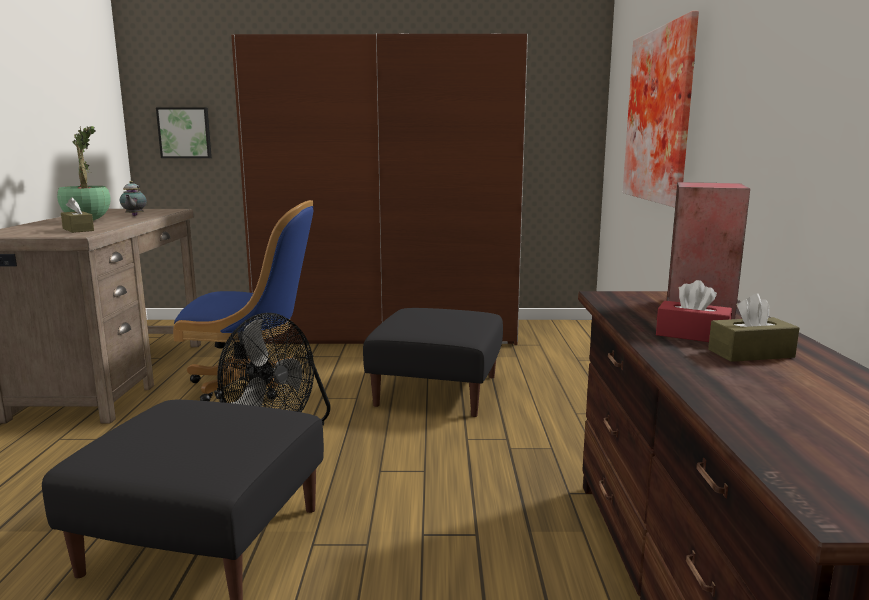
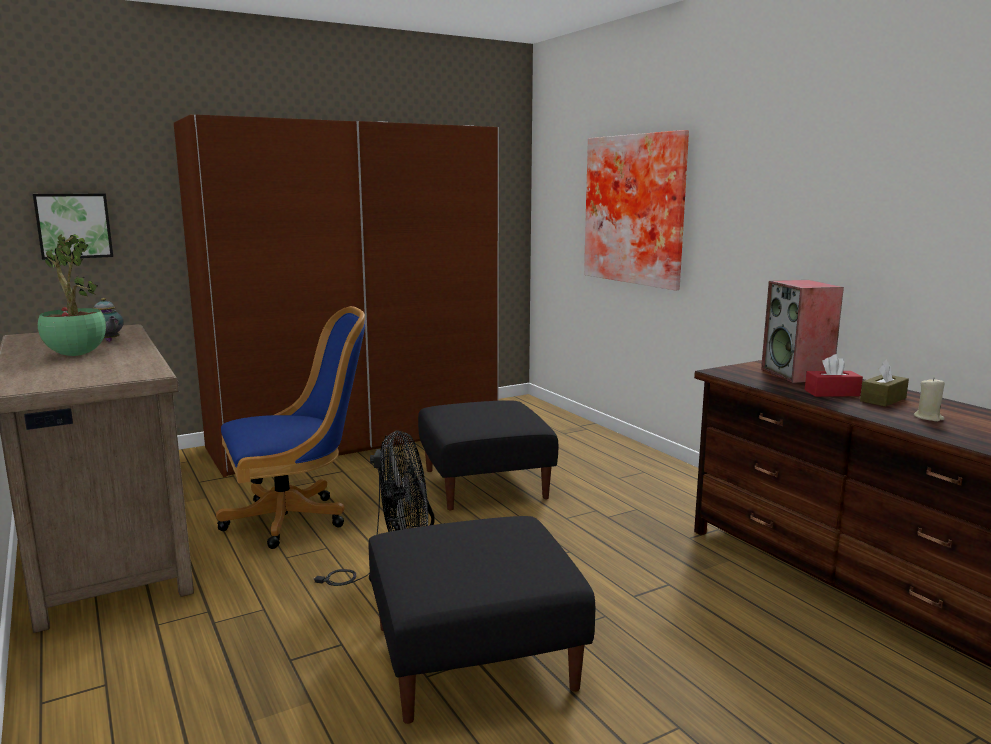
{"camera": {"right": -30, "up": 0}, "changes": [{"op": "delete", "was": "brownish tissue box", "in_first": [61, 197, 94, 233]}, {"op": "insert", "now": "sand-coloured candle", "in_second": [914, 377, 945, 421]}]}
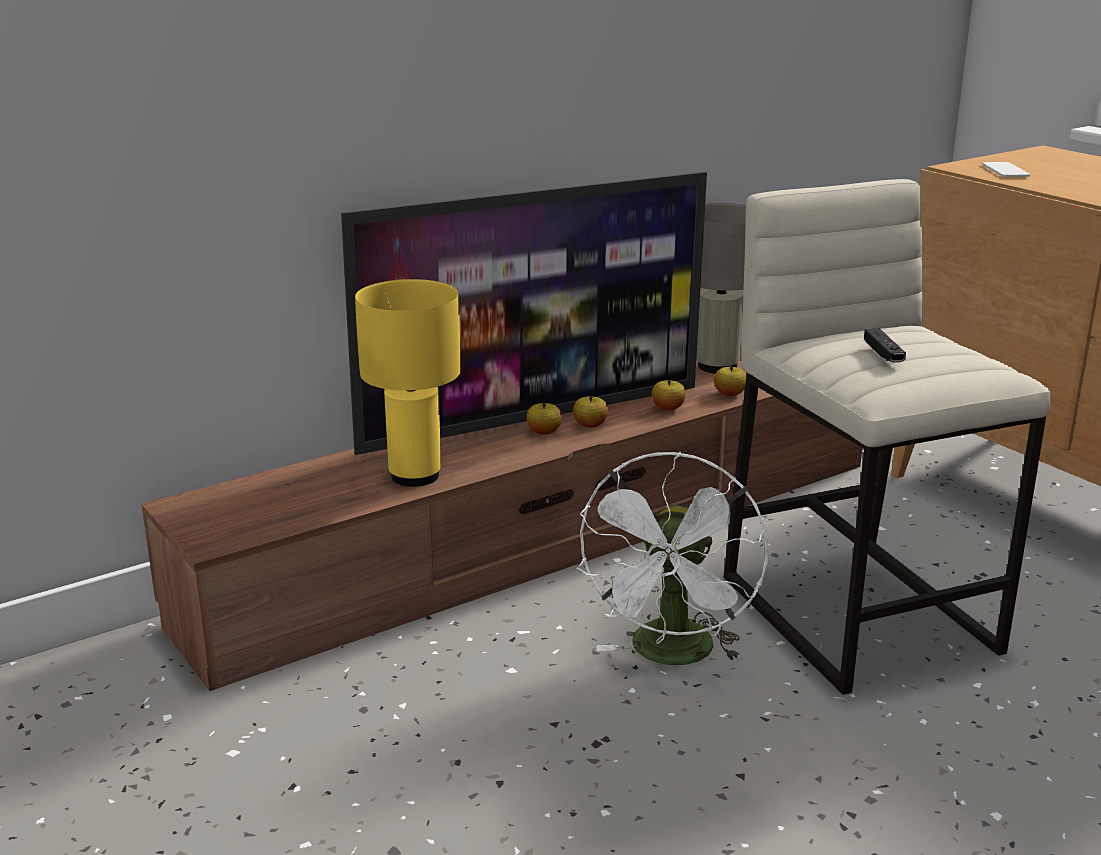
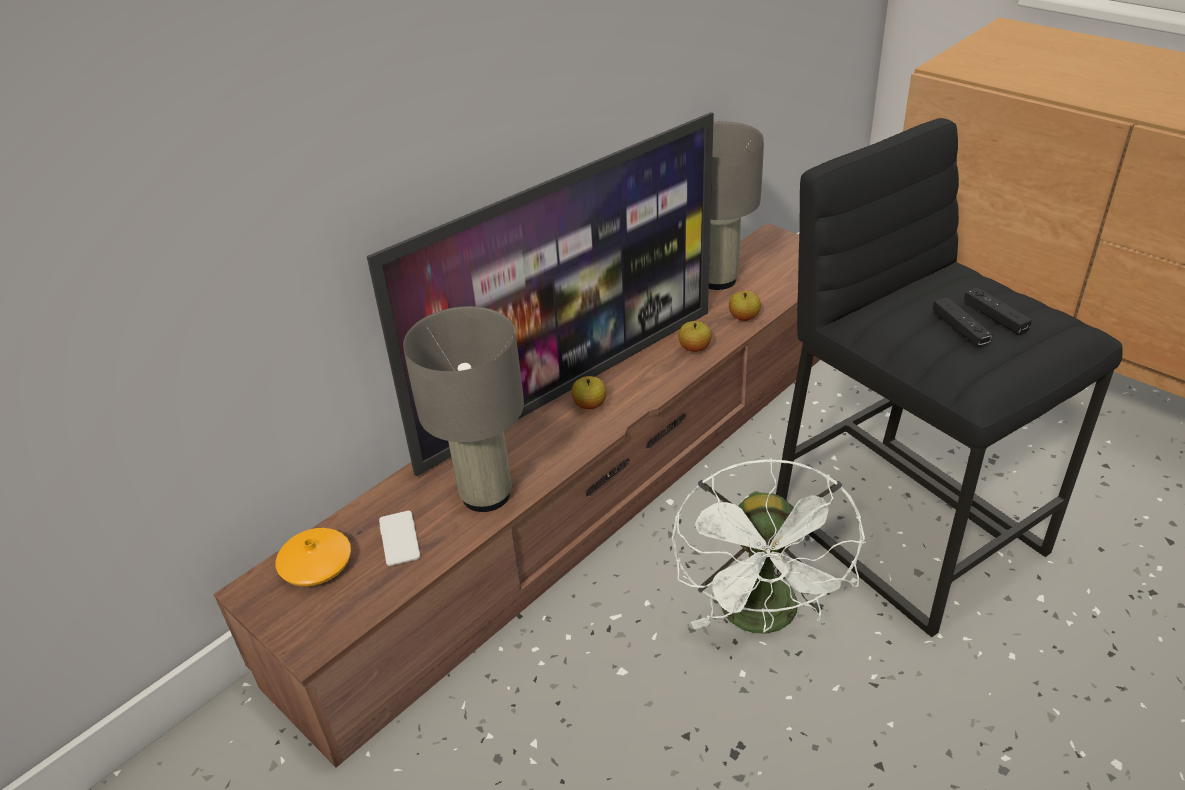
{"camera": {"right": -10, "up": 15}, "changes": [{"op": "delete", "was": "apple fruit", "in_first": [573, 396, 608, 427]}, {"op": "insert", "now": "orange-coloured flower vase", "in_second": [276, 528, 351, 587]}, {"op": "insert", "now": "blackish game controller", "in_second": [964, 287, 1032, 335]}, {"op": "move", "was": "telephone", "in_first": [982, 162, 1030, 177], "in_second": [379, 511, 420, 566]}, {"op": "recolor", "was": "yellow tabletop lamp", "now": "greyish tabletop lamp", "in_first": [355, 279, 461, 487], "in_second": [403, 306, 524, 512]}, {"op": "recolor", "was": "sand-coloured sitting stool", "now": "blackish sitting stool", "in_first": [724, 179, 1051, 695], "in_second": [776, 118, 1123, 637]}]}
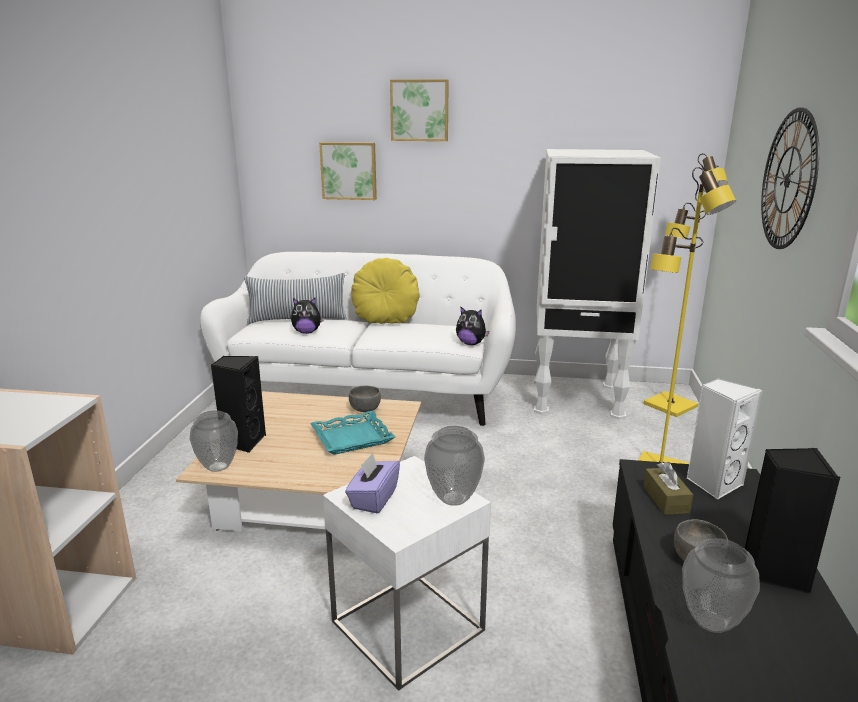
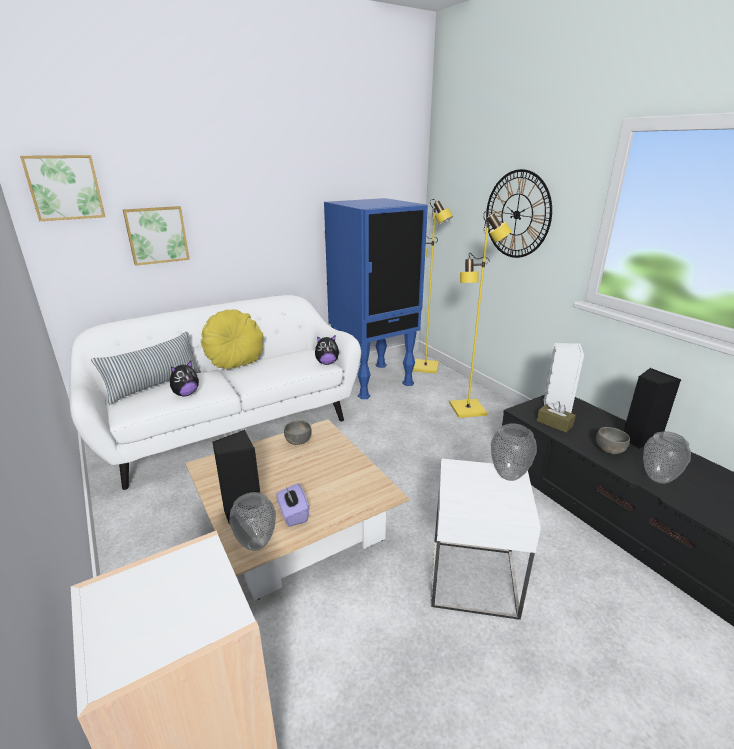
{"camera": {"right": -40, "up": 5}, "changes": [{"op": "delete", "was": "turquoise serving tray", "in_first": [310, 411, 395, 455]}, {"op": "move", "was": "purplish tissue box", "in_first": [345, 453, 400, 513], "in_second": [276, 483, 309, 527]}, {"op": "move", "was": "wall picture", "in_first": [390, 79, 449, 141], "in_second": [20, 155, 105, 221]}, {"op": "recolor", "was": "white-coloured cupboard", "now": "bluish cupboard", "in_first": [534, 149, 661, 420], "in_second": [324, 198, 428, 399]}]}
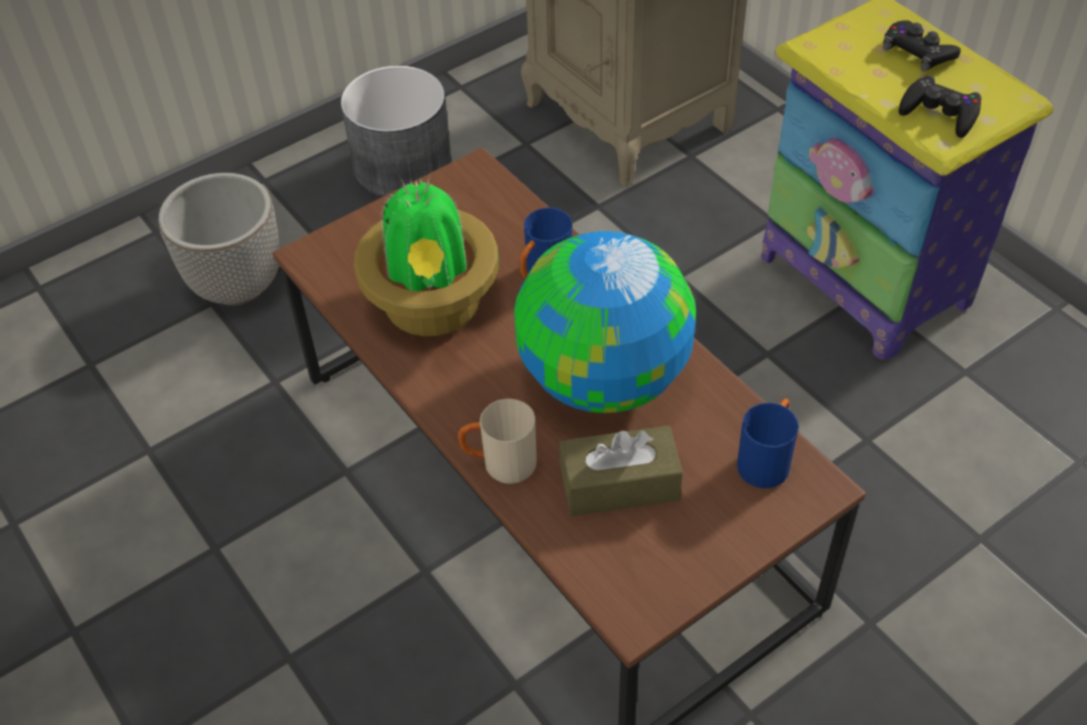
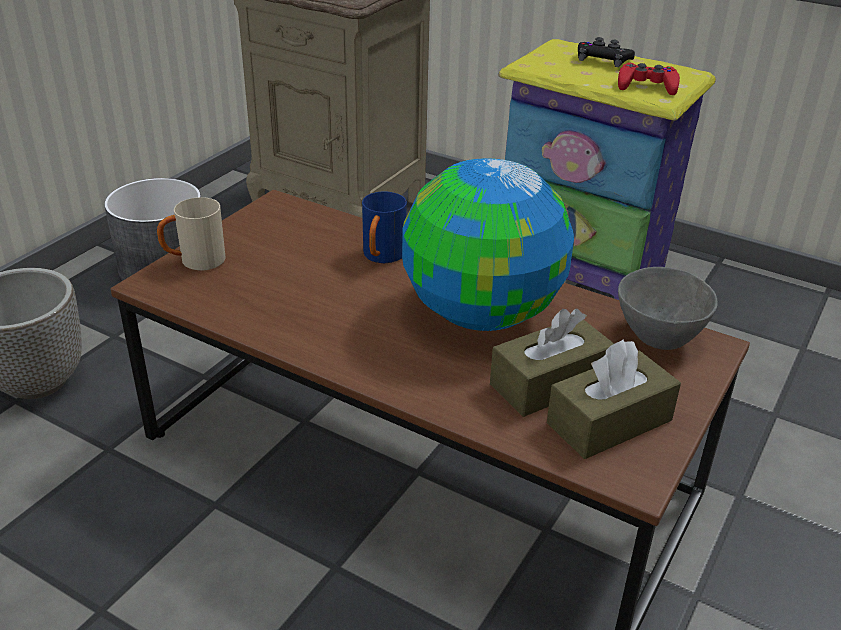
{"camera": {"right": -25, "up": -15}, "changes": [{"op": "delete", "was": "plant in a pot", "in_first": [354, 175, 498, 336]}, {"op": "insert", "now": "brownish tissue box", "in_second": [547, 340, 681, 459]}, {"op": "move", "was": "sand-coloured tea mug", "in_first": [458, 399, 537, 484], "in_second": [157, 197, 225, 271]}, {"op": "replace", "was": "bluish tea mug", "now": "greyish bowl", "in_first": [737, 399, 799, 488], "in_second": [618, 267, 717, 350]}, {"op": "recolor", "was": "blackish game controller", "now": "reddish game controller", "in_first": [898, 75, 981, 138], "in_second": [618, 63, 680, 95]}]}
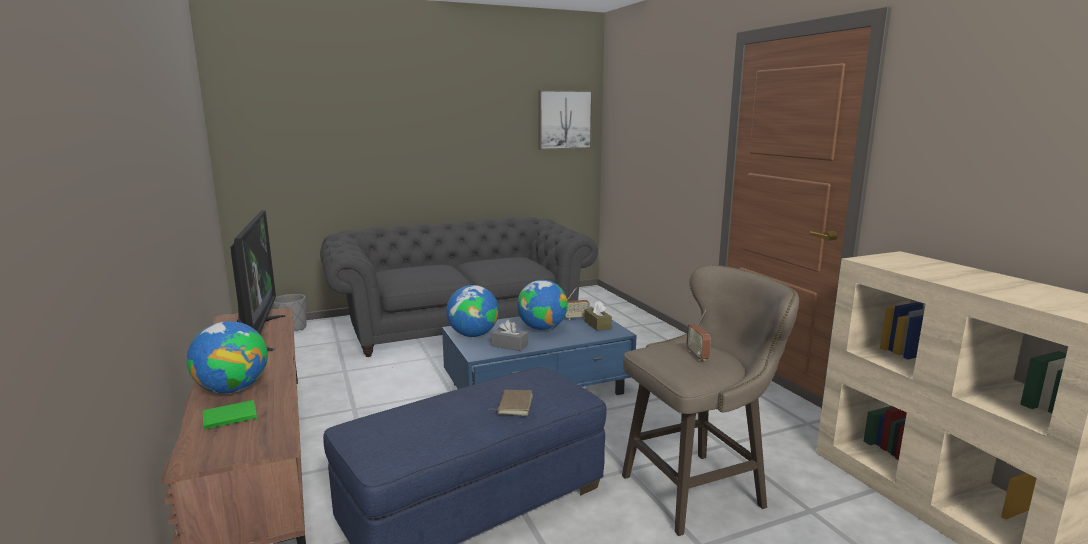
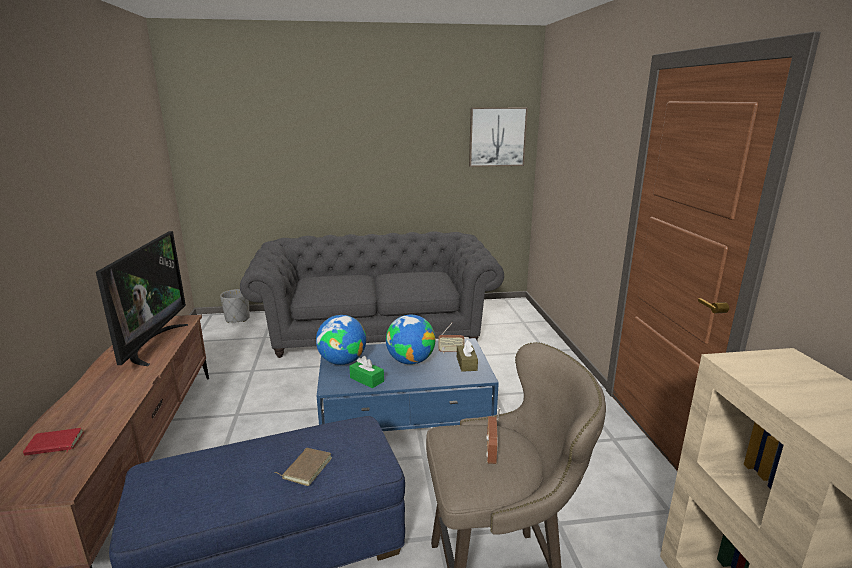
{"camera": {"right": 15, "up": 5}, "changes": [{"op": "delete", "was": "desk globe", "in_first": [187, 321, 268, 394]}, {"op": "recolor", "was": "greenish volume", "now": "reddish volume", "in_first": [203, 400, 258, 430], "in_second": [23, 428, 84, 456]}, {"op": "recolor", "was": "greyish tissue box", "now": "greenish tissue box", "in_first": [491, 320, 528, 351], "in_second": [349, 356, 384, 388]}]}
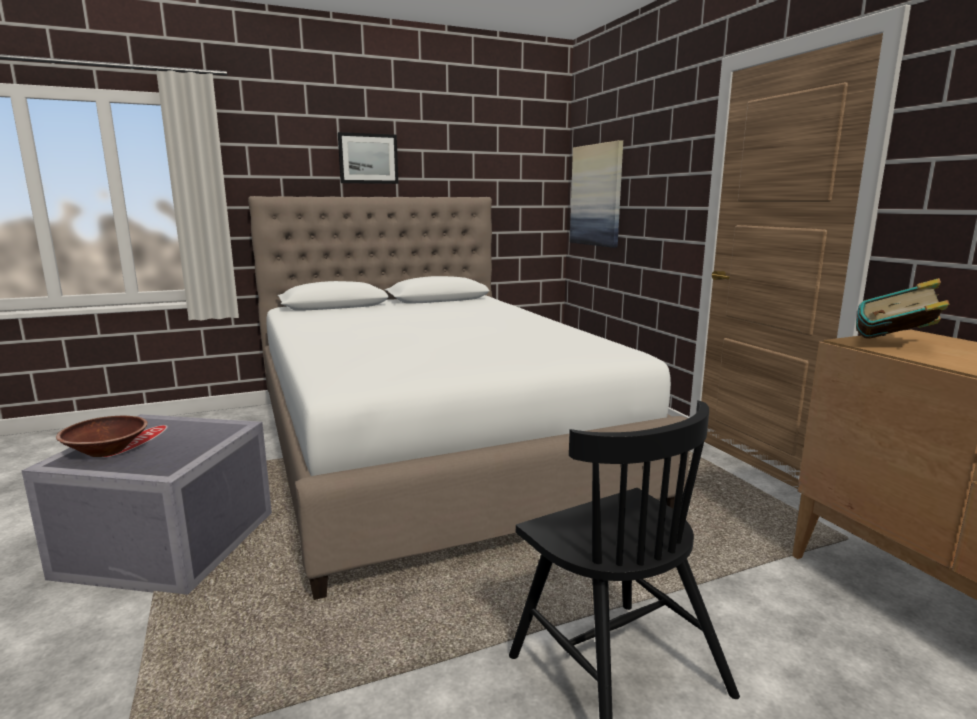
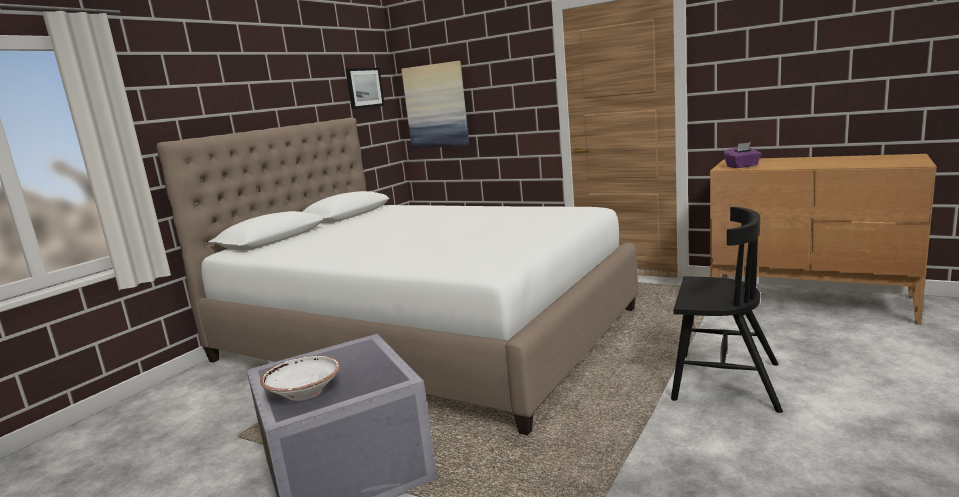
{"camera": {"right": -35, "up": 0}, "changes": [{"op": "move", "was": "wall picture", "in_first": [338, 132, 398, 184], "in_second": [346, 68, 385, 109]}, {"op": "replace", "was": "volume", "now": "purplish tissue box", "in_first": [856, 278, 949, 339], "in_second": [724, 142, 761, 168]}, {"op": "recolor", "was": "brownish bowl", "now": "white-coloured bowl", "in_first": [56, 416, 148, 457], "in_second": [260, 355, 340, 401]}]}
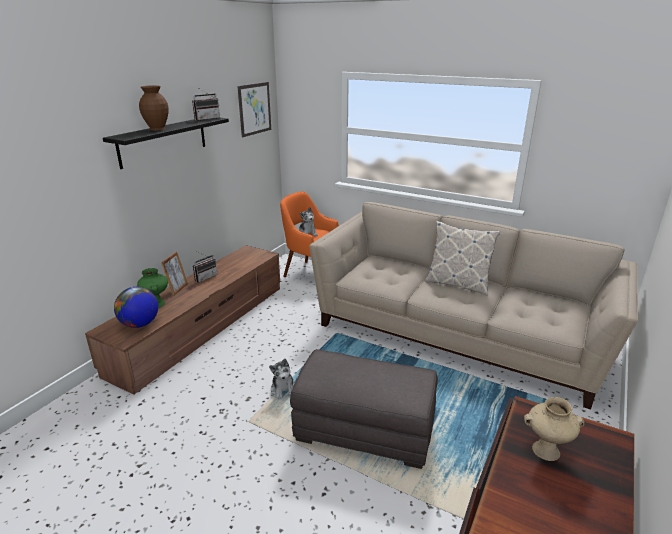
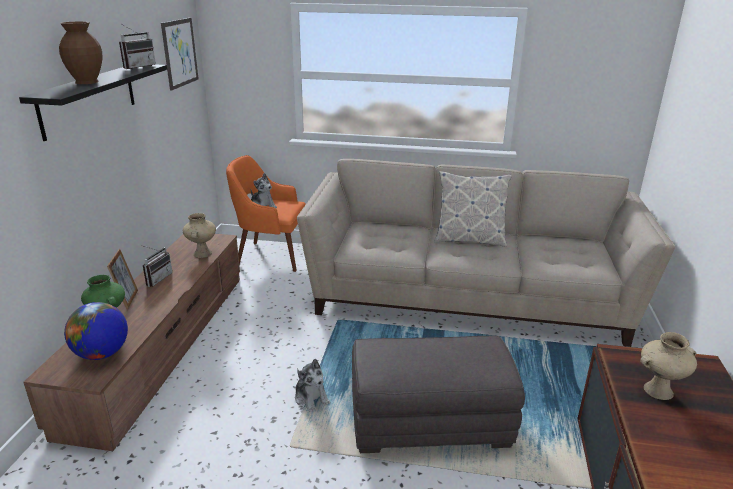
{"camera": {"right": -20, "up": 0}, "changes": [{"op": "insert", "now": "sand-coloured flower vase", "in_second": [183, 213, 216, 258]}]}
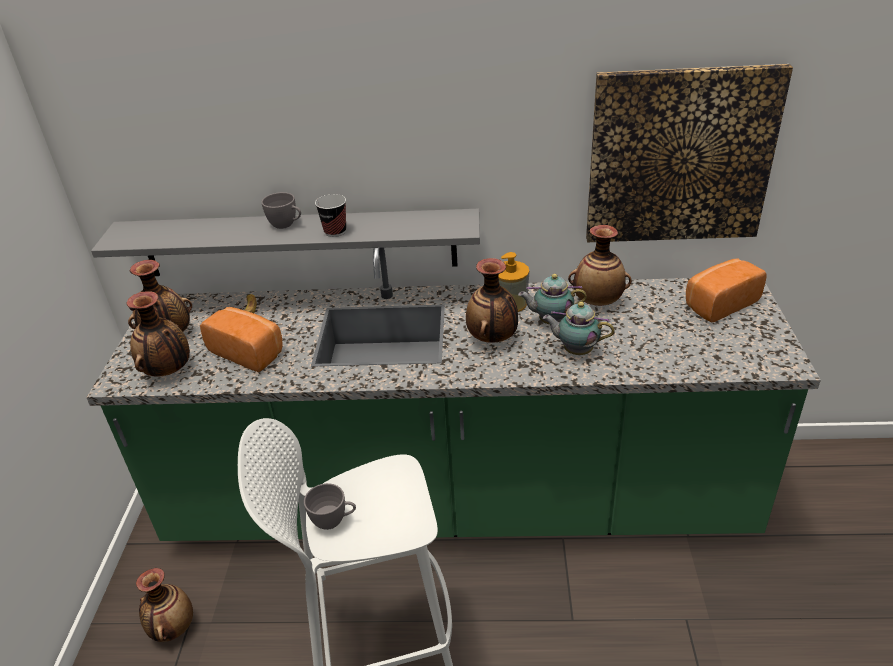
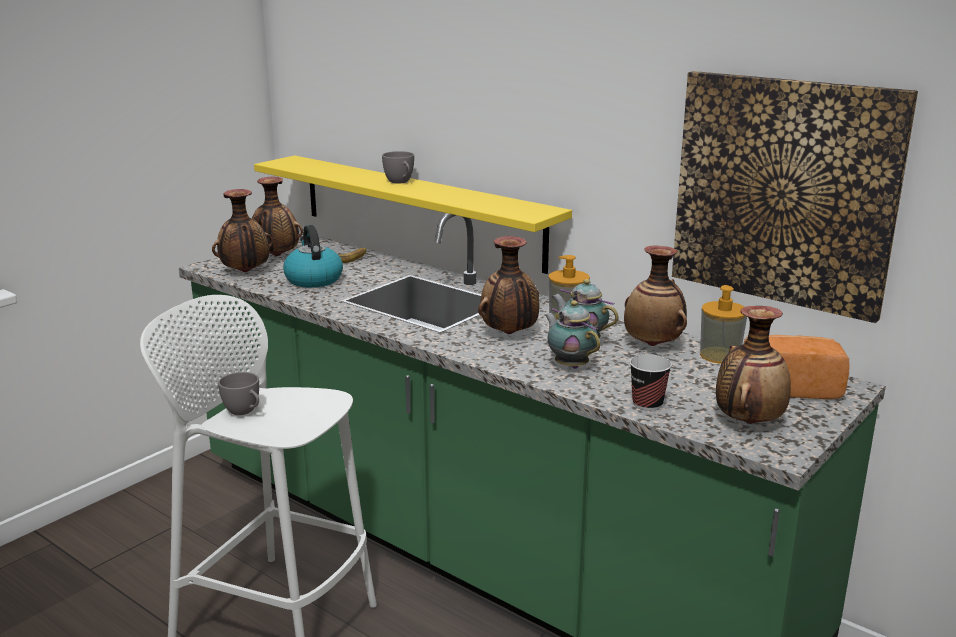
{"camera": {"right": 35, "up": -15}, "changes": [{"op": "insert", "now": "soap dispenser", "in_second": [700, 285, 747, 364]}, {"op": "move", "was": "flower vase", "in_first": [136, 568, 193, 642], "in_second": [716, 306, 791, 424]}, {"op": "move", "was": "cup", "in_first": [315, 194, 346, 237], "in_second": [630, 354, 672, 411]}, {"op": "replace", "was": "baked bread", "now": "kettle", "in_first": [200, 307, 283, 372], "in_second": [283, 225, 343, 288]}, {"op": "recolor", "was": "greyish bracket shelf", "now": "yellow bracket shelf", "in_first": [91, 209, 480, 276], "in_second": [254, 155, 572, 274]}]}
